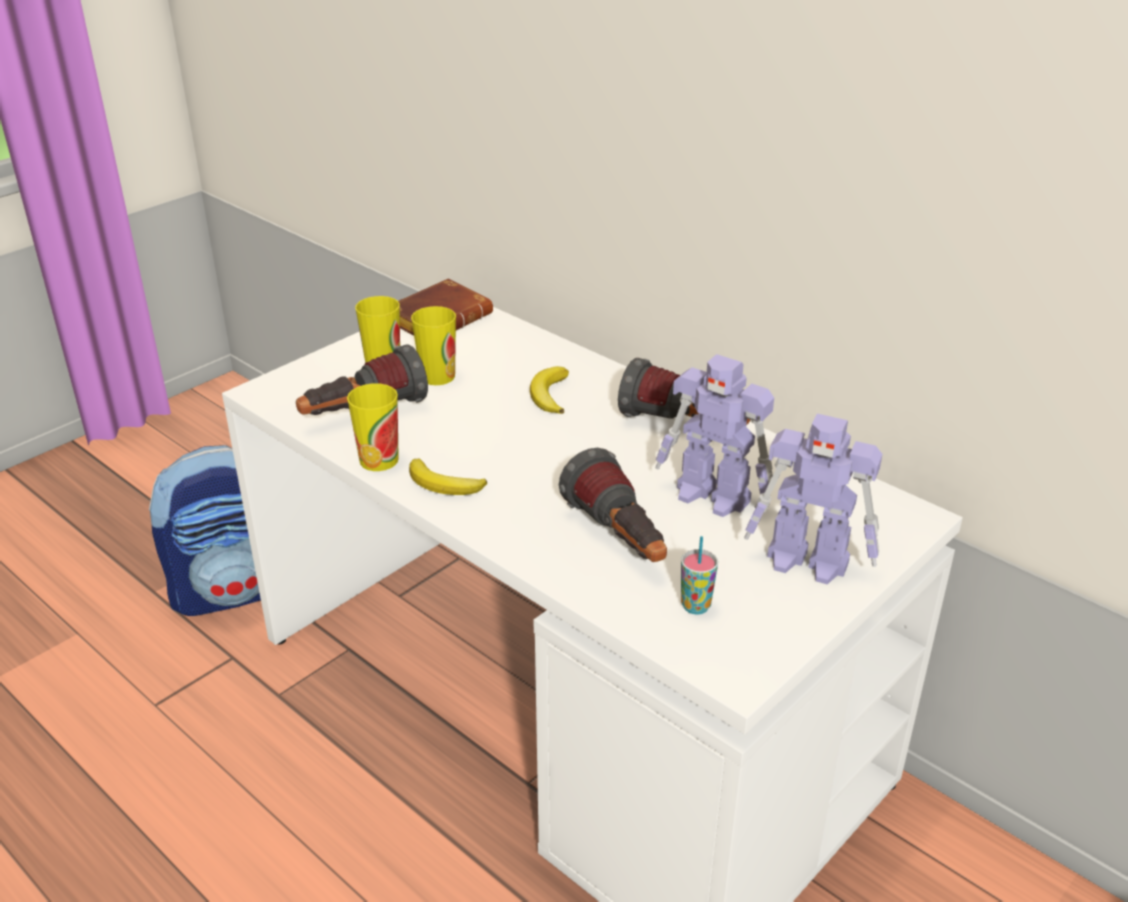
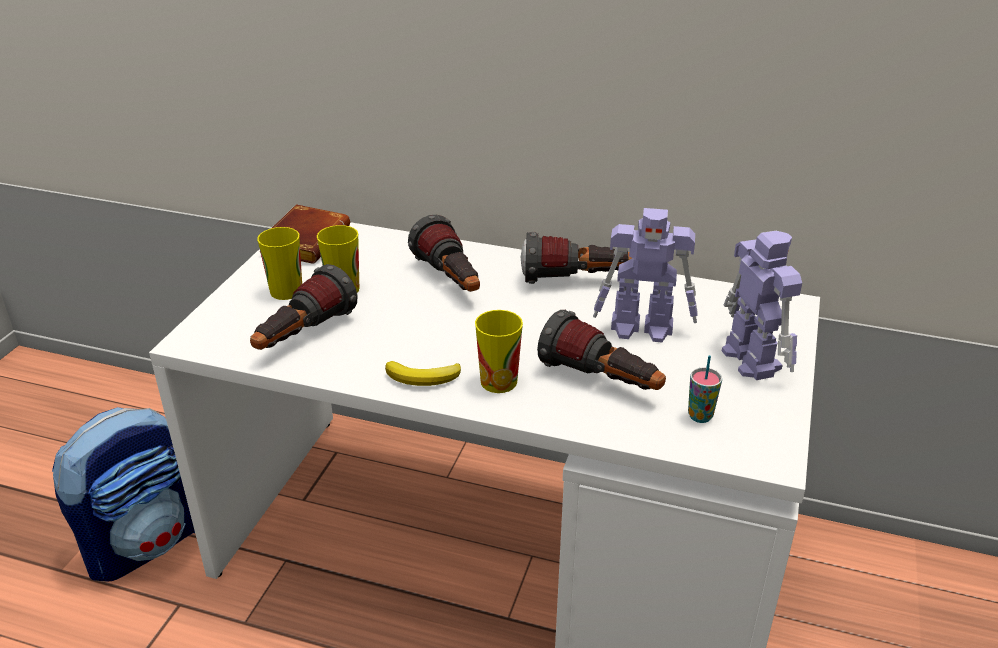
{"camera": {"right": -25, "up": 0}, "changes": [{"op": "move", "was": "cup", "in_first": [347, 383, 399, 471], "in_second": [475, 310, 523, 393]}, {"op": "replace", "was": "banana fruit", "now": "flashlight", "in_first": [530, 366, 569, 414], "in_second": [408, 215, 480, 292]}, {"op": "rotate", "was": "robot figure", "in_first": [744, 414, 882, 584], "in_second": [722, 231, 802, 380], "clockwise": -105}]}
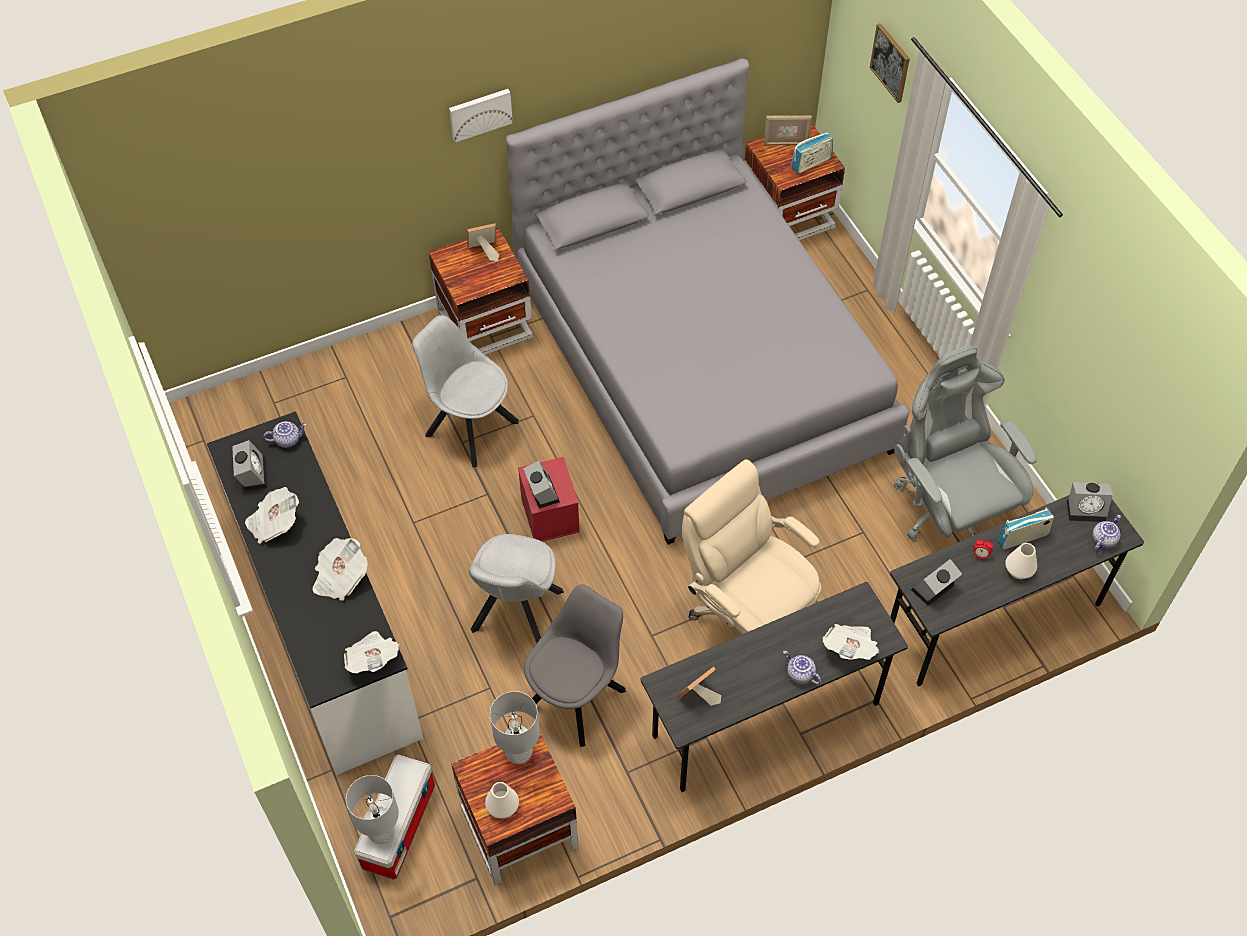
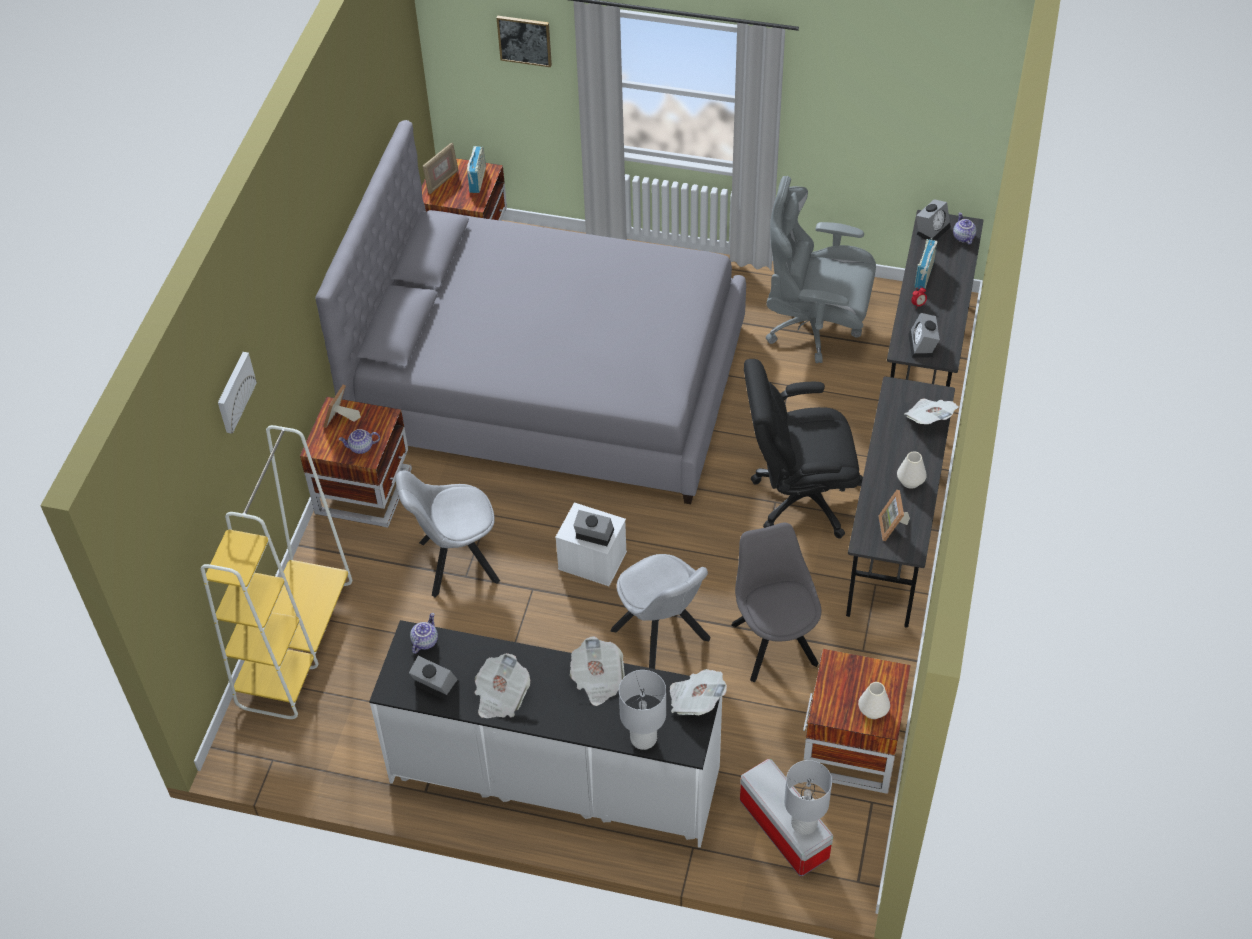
{"camera": {"right": -50, "up": -5}, "changes": [{"op": "insert", "now": "yellow garment rack", "in_second": [201, 425, 352, 719]}, {"op": "move", "was": "wall picture", "in_first": [449, 89, 513, 142], "in_second": [218, 352, 257, 434]}, {"op": "move", "was": "greyish tabletop lamp", "in_first": [490, 691, 540, 764], "in_second": [619, 670, 666, 750]}, {"op": "move", "was": "tea pot", "in_first": [783, 651, 821, 684], "in_second": [338, 429, 380, 454]}, {"op": "move", "was": "white-coloured flower vase", "in_first": [1005, 543, 1037, 579], "in_second": [897, 451, 927, 489]}, {"op": "recolor", "was": "reddish storage box", "now": "white-coloured storage box", "in_first": [518, 457, 580, 541], "in_second": [555, 502, 627, 586]}, {"op": "recolor", "was": "sand-coloured office chair", "now": "blackish office chair", "in_first": [682, 459, 822, 634], "in_second": [744, 359, 863, 539]}]}
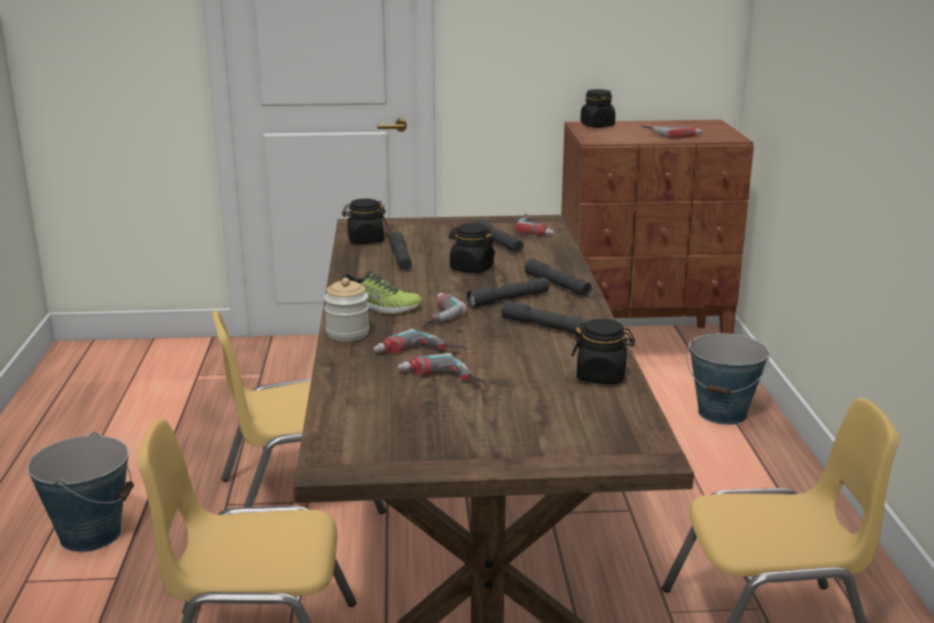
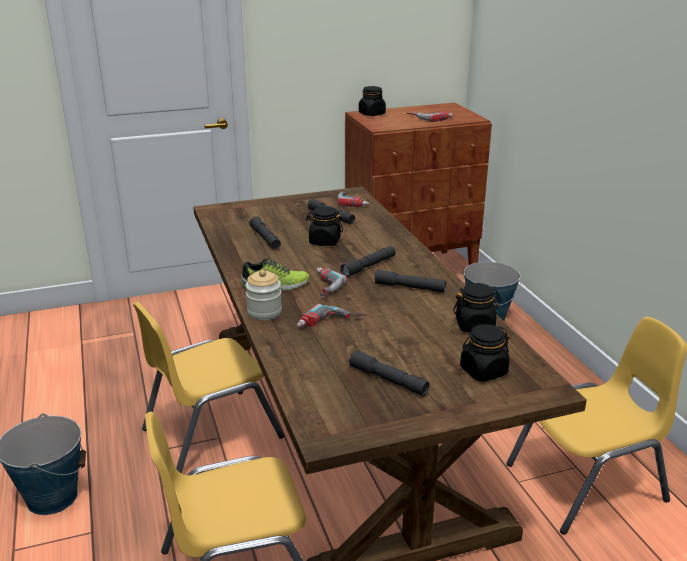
{"camera": {"right": -15, "up": 5}, "changes": [{"op": "delete", "was": "electric drill", "in_first": [397, 353, 487, 385]}, {"op": "move", "was": "blackish storage jar", "in_first": [342, 199, 387, 244], "in_second": [460, 324, 510, 382]}, {"op": "move", "was": "greyish flashlight", "in_first": [524, 259, 592, 297], "in_second": [349, 350, 429, 396]}]}
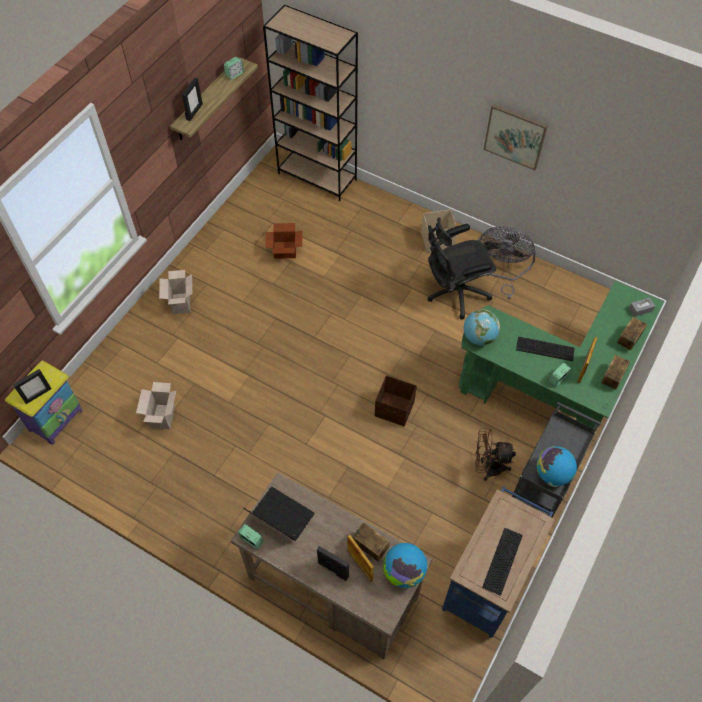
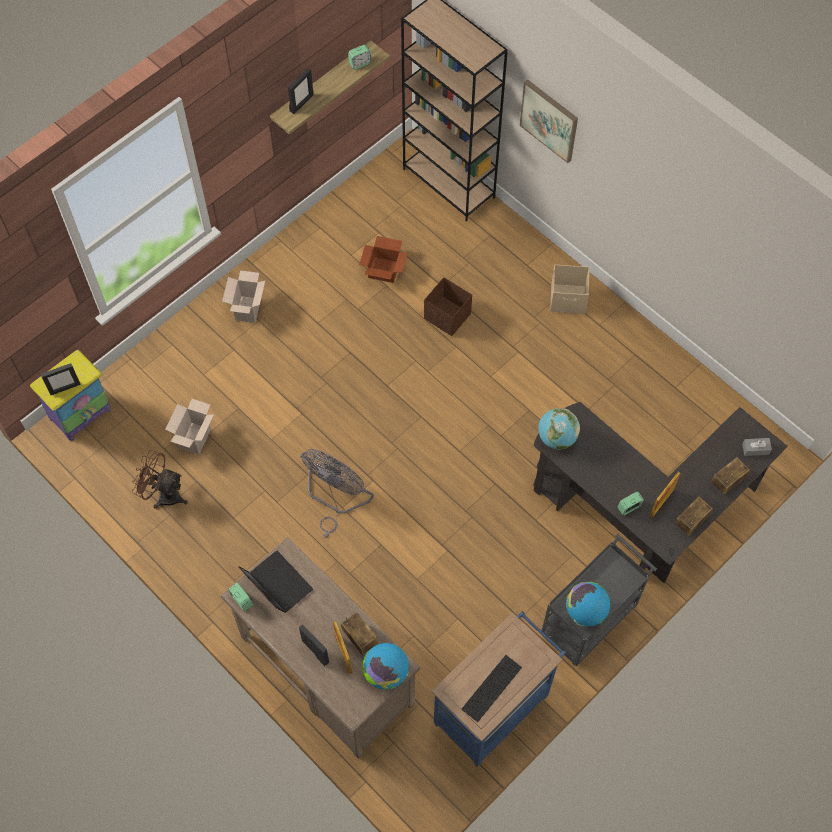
{"camera": {"right": 15, "up": 5}, "changes": [{"op": "delete", "was": "office chair", "in_first": [428, 217, 496, 320]}, {"op": "delete", "was": "computer keyboard", "in_first": [516, 337, 575, 361]}, {"op": "move", "was": "brownish storage box", "in_first": [375, 375, 417, 426], "in_second": [424, 277, 472, 336]}, {"op": "move", "was": "brownish electric fan", "in_first": [475, 428, 516, 481], "in_second": [132, 450, 188, 509]}, {"op": "move", "was": "greyish electric fan", "in_first": [478, 226, 536, 299], "in_second": [300, 449, 374, 538]}, {"op": "move", "was": "wall picture", "in_first": [484, 104, 548, 170], "in_second": [520, 79, 578, 163]}, {"op": "recolor", "was": "greenish desk", "now": "blackish desk", "in_first": [459, 281, 664, 430], "in_second": [533, 402, 788, 583]}]}
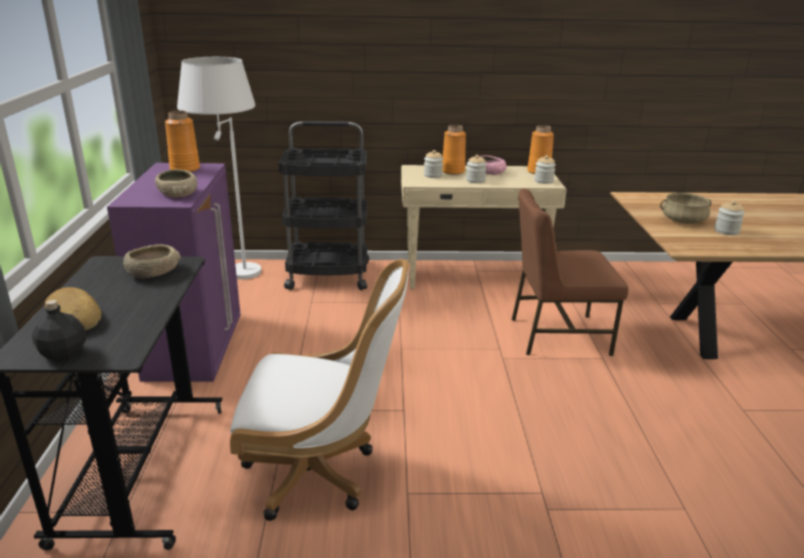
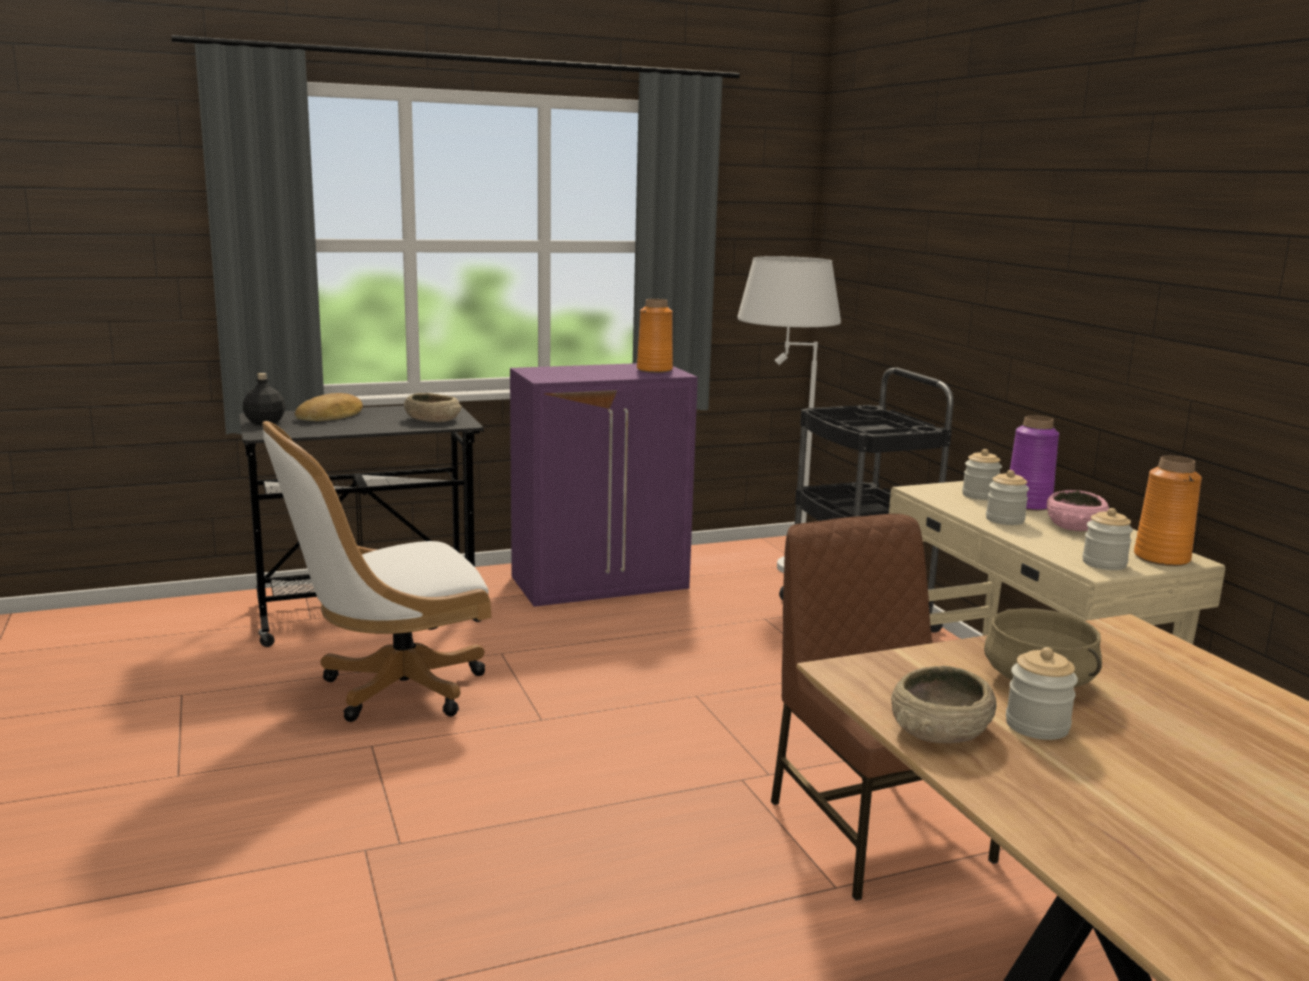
{"camera": {"right": 70, "up": -10}, "changes": [{"op": "move", "was": "sand-coloured bowl", "in_first": [155, 169, 197, 198], "in_second": [891, 666, 997, 743]}, {"op": "recolor", "was": "orange-coloured flower vase", "now": "purplish flower vase", "in_first": [443, 125, 466, 175], "in_second": [1010, 415, 1059, 511]}, {"op": "rotate", "was": "white-coloured office chair", "in_first": [230, 259, 408, 521], "in_second": [262, 421, 491, 722], "clockwise": 75}]}
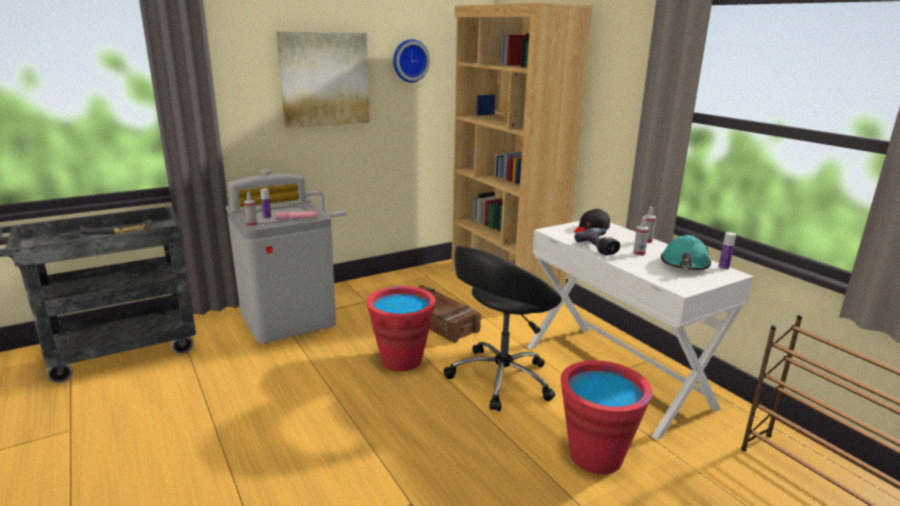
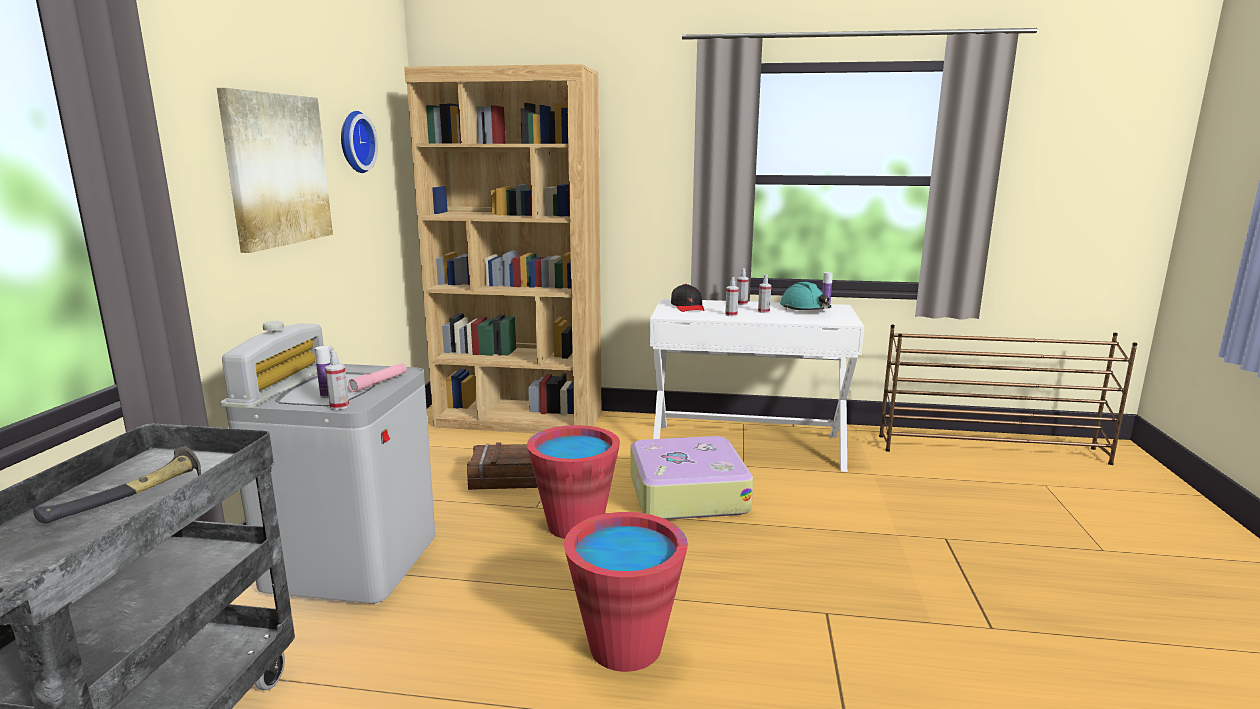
{"camera": {"right": -50, "up": -5}, "changes": [{"op": "move", "was": "reddish water bucket", "in_first": [561, 360, 652, 474], "in_second": [564, 512, 688, 672]}, {"op": "replace", "was": "blackish office chair", "now": "suitcase", "in_first": [443, 246, 562, 411], "in_second": [630, 436, 753, 520]}, {"op": "replace", "was": "electric drill", "now": "sprayer", "in_first": [574, 228, 620, 255], "in_second": [725, 277, 739, 316]}]}
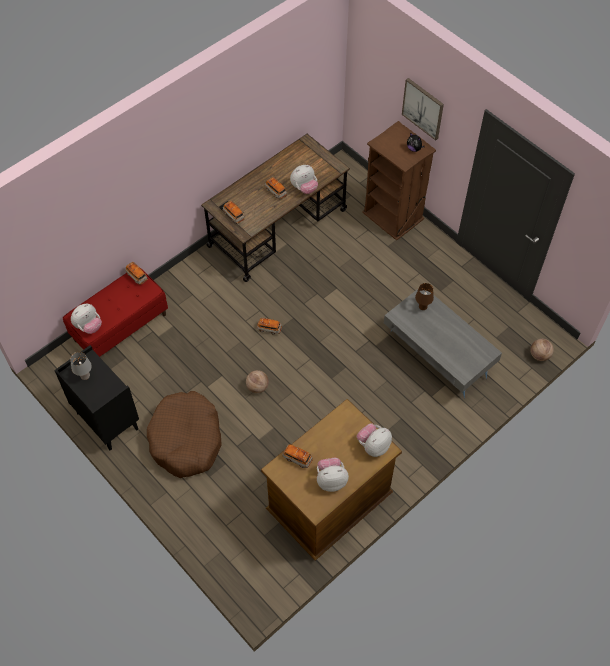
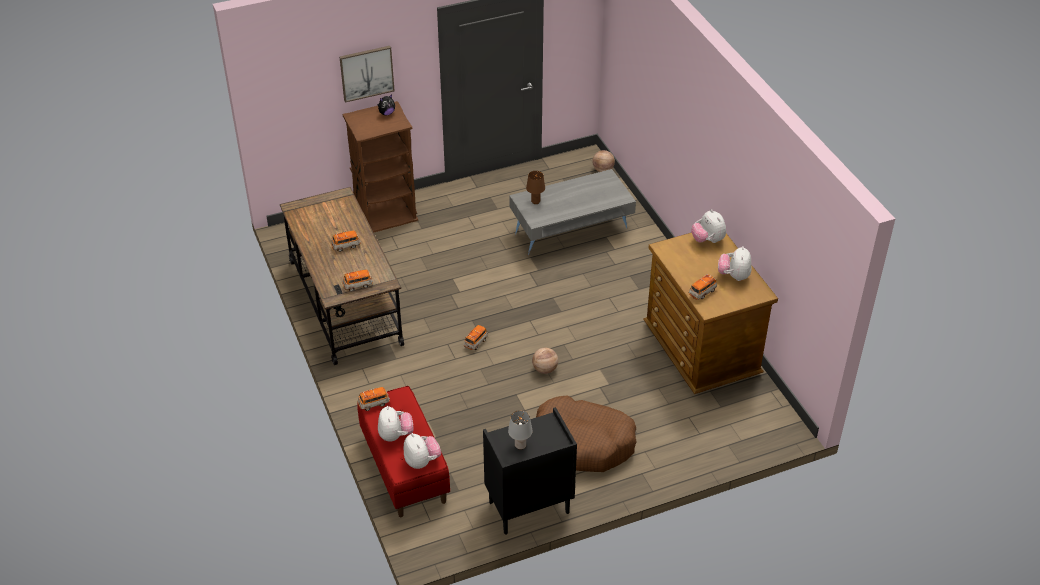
{"camera": {"right": -70, "up": -15}, "changes": [{"op": "move", "was": "cuddly toy", "in_first": [290, 165, 318, 194], "in_second": [378, 406, 414, 442]}]}
